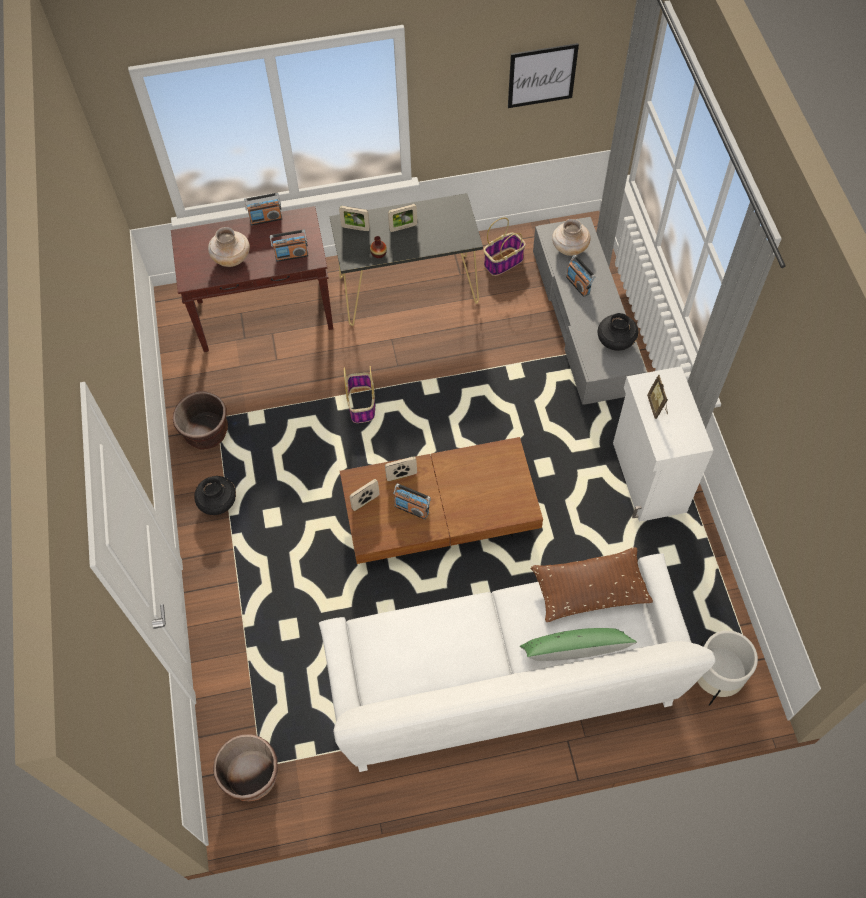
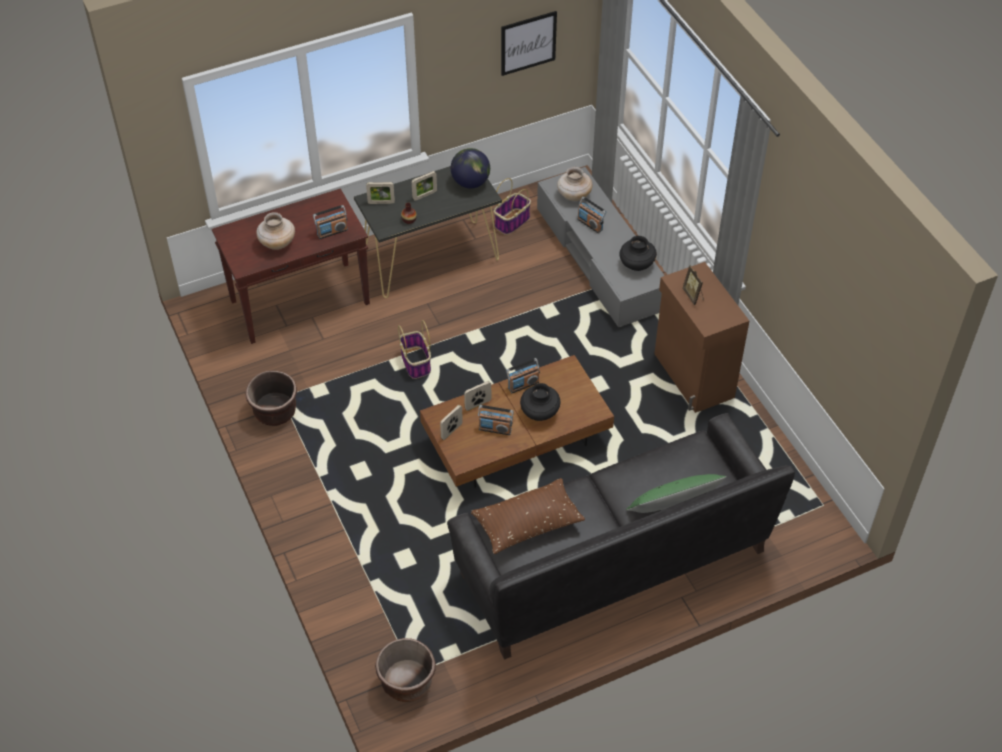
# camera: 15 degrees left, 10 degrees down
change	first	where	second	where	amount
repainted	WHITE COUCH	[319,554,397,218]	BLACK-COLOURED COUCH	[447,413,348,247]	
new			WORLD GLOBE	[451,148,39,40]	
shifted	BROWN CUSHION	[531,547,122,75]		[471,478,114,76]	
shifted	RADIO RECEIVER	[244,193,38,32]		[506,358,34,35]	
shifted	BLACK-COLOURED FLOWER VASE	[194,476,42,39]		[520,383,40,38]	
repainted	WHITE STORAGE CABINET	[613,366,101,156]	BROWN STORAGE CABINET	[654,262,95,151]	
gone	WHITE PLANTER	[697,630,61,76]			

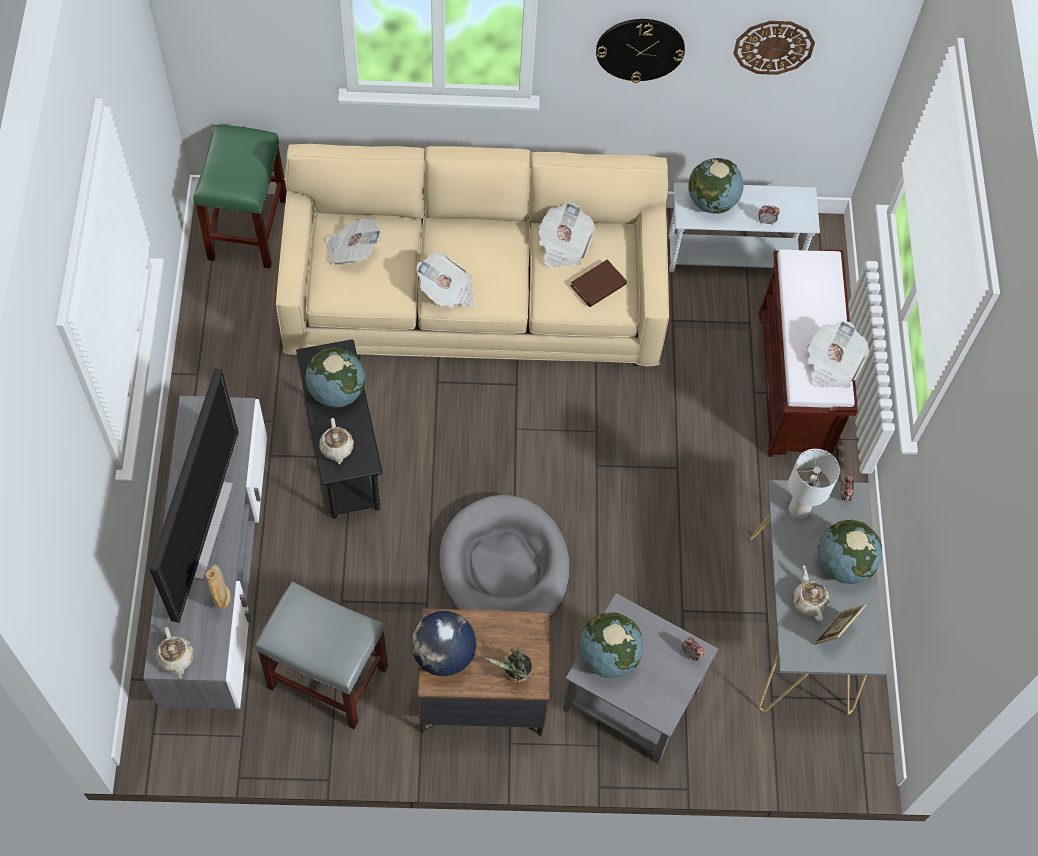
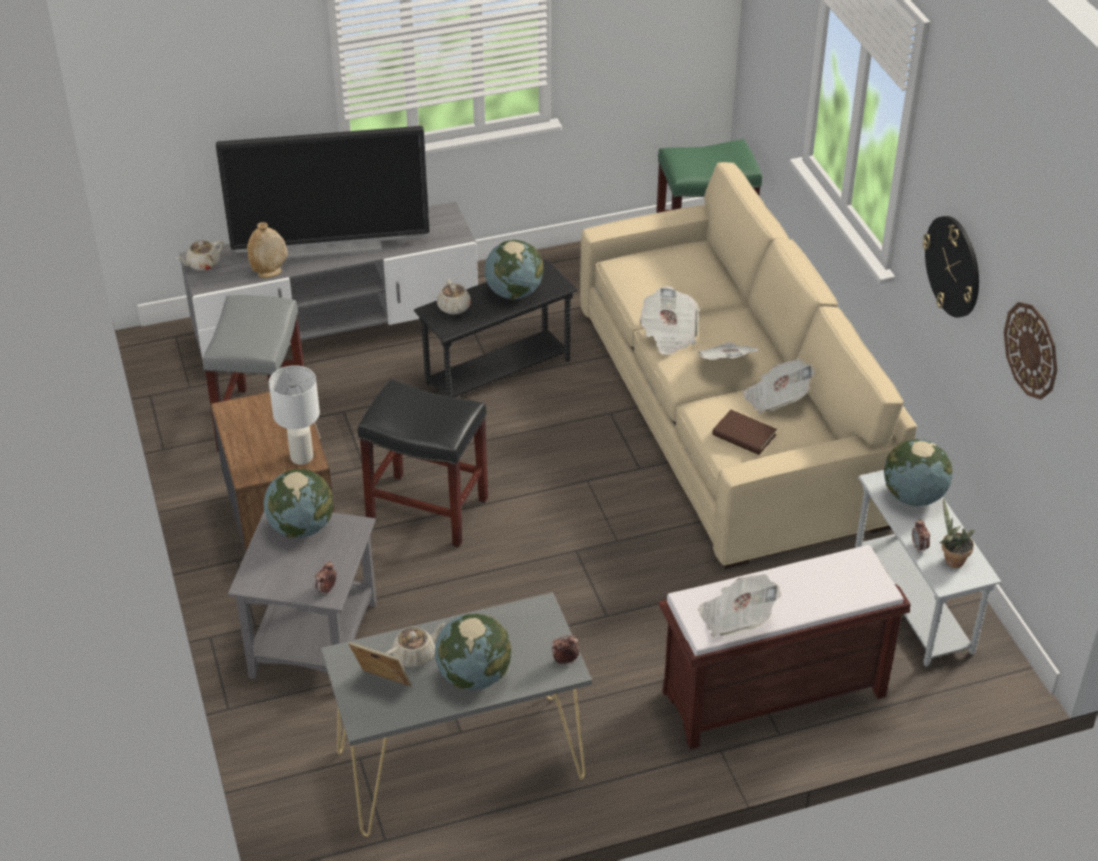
# camera: 75 degrees right, 20 degrees down
change	first	where	second	where	amount
shifted	WHITE LAMP FOR A TABLE	[788,449,52,70]		[269,365,51,100]	
swapped	GRAY PET BED	[440,495,130,122]	BLACK-COLOURED STOOL	[358,379,130,169]	
rotated	SAND-COLOURED POT FOR TEA	[319,418,35,46]		[437,279,34,36]	75 degrees counterclockwise
shifted	DAILY PAPER	[325,219,56,46]		[697,342,61,18]	
shifted	PLANT IN A POT	[485,647,48,36]		[940,498,35,70]	
gone	WORLD GLOBE	[411,611,65,65]			

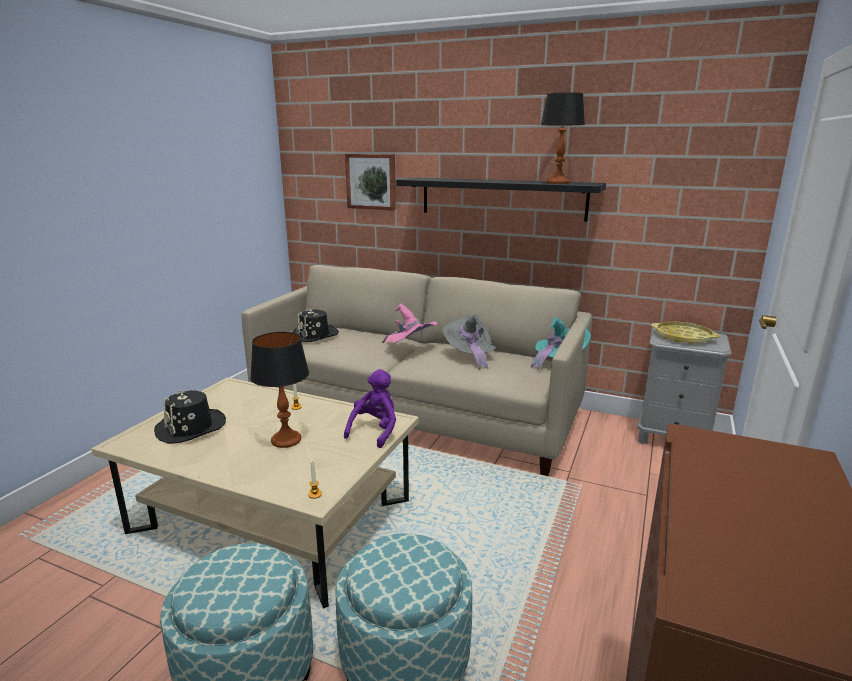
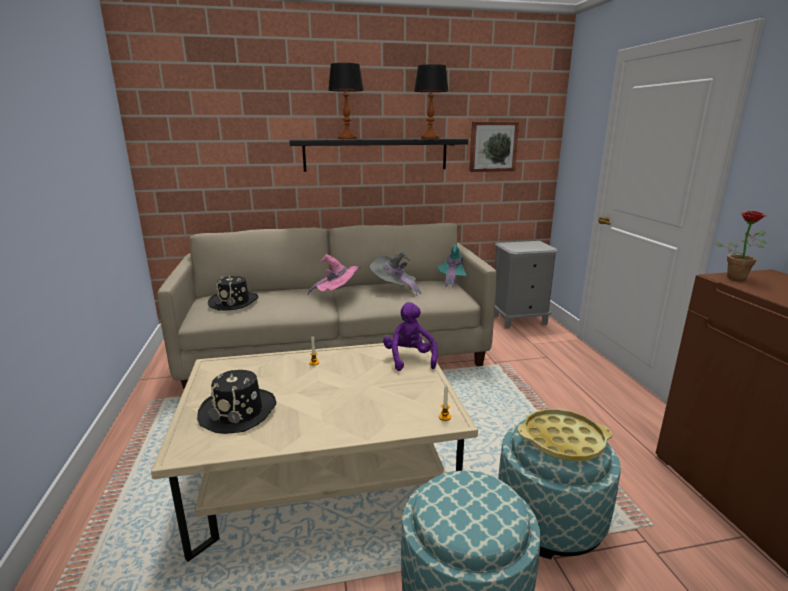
# camera: 35 degrees left, 0 degrees up
change	first	where	second	where	amount
shifted	LAMP FOR A TABLE	[250,332,59,116]		[328,63,36,76]	
shifted	PICTURE	[345,154,51,57]		[469,122,50,50]	
shifted	YELLOW-COLOURED TRAY	[651,322,68,23]		[517,409,95,52]	
new			PLANT IN A POT	[715,211,52,69]	

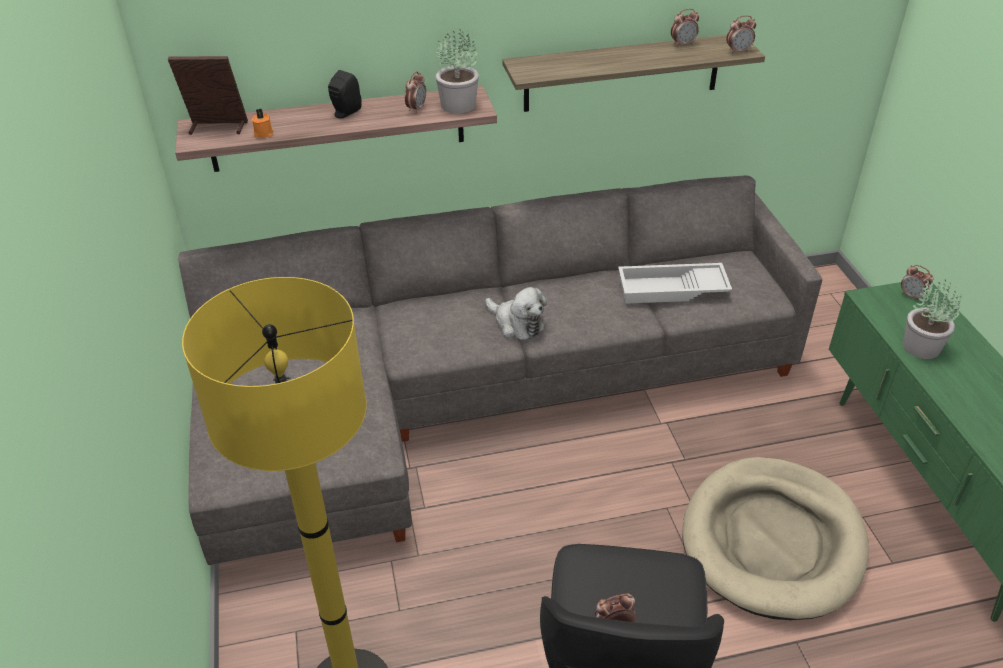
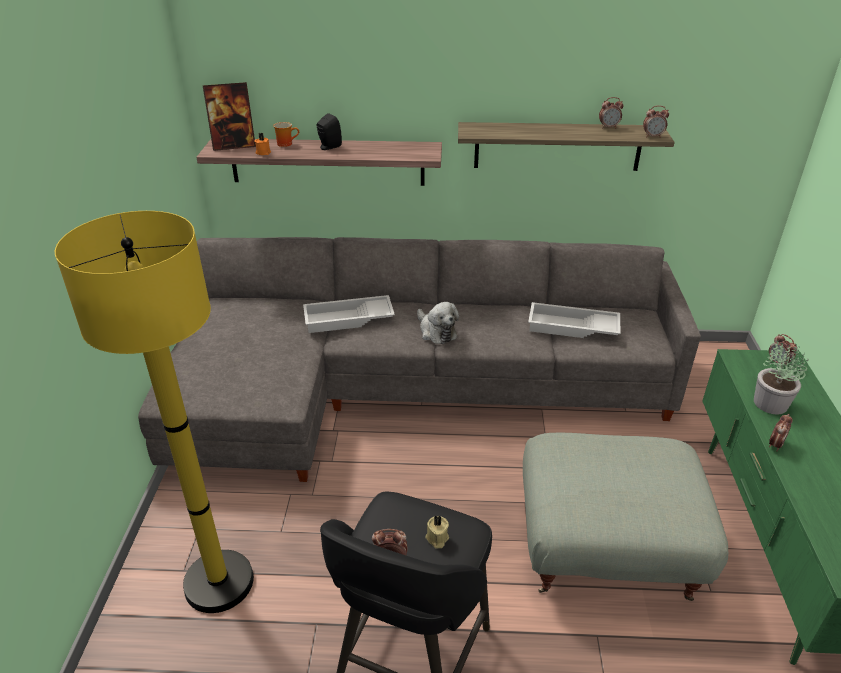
# camera: 15 degrees right, 5 degrees down
change	first	where	second	where	amount
rotated	PICTURE FRAME	[168,56,80,79]		[202,82,54,69]	150 degrees clockwise
new			COFFEE MUG	[273,122,26,25]	
new			WHITE TRAY	[303,295,92,38]	
new			SAND-COLOURED WAX CANDLE	[425,516,24,33]	
swapped	SAND-COLOURED PET BED	[682,457,187,163]	GRAY OTTOMAN	[523,433,205,168]	
shifted	ALARM CLOCK	[405,71,21,42]		[769,414,24,37]	
gone	PLANT IN A POT	[436,28,43,85]			

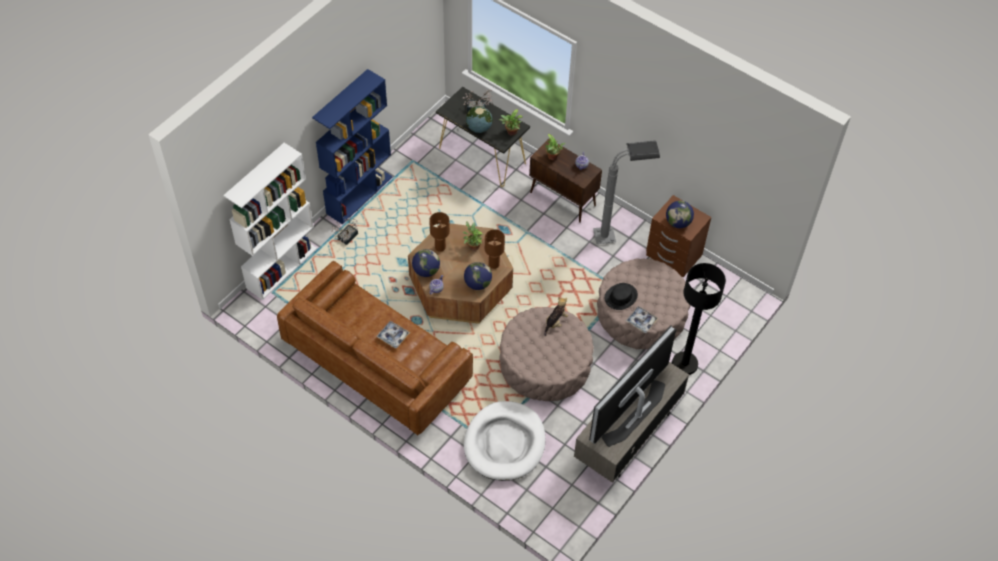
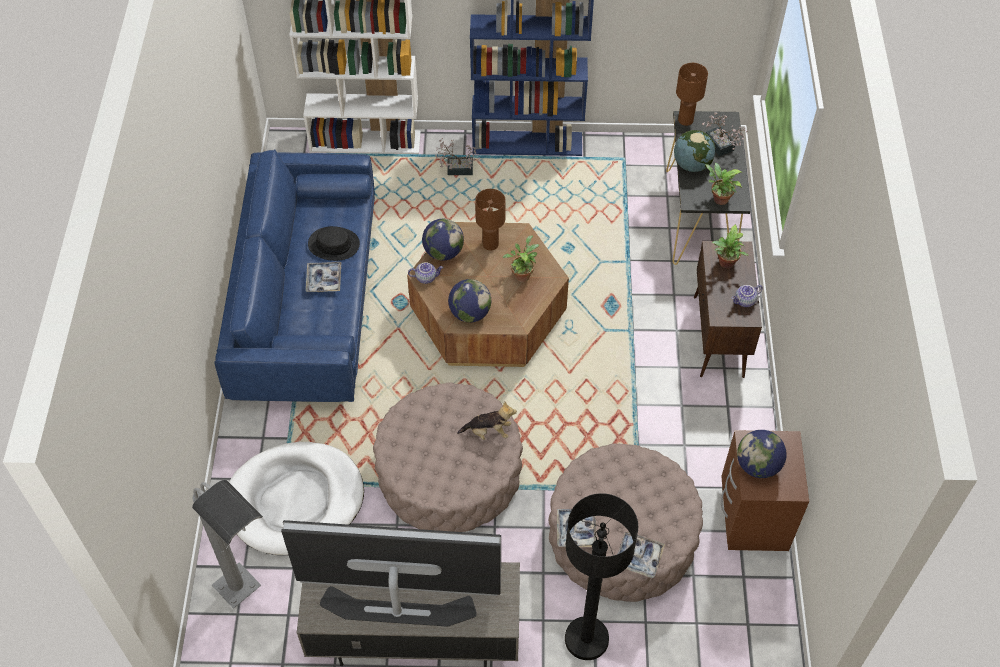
# camera: 55 degrees right, 0 degrees up
change	first	where	second	where	amount
shifted	GRAY STANDARD LAMP	[593,140,67,104]		[192,480,71,129]	
repainted	BROWN COUCH	[277,261,196,174]	BLUE-COLOURED COUCH	[214,149,161,253]	
shifted	BLACK-COLOURED HAT	[604,283,34,27]		[308,226,52,35]	
new			TRAY	[618,531,47,47]	
shifted	BROWN LAMP FOR A TABLE	[485,229,20,40]		[676,63,32,63]	

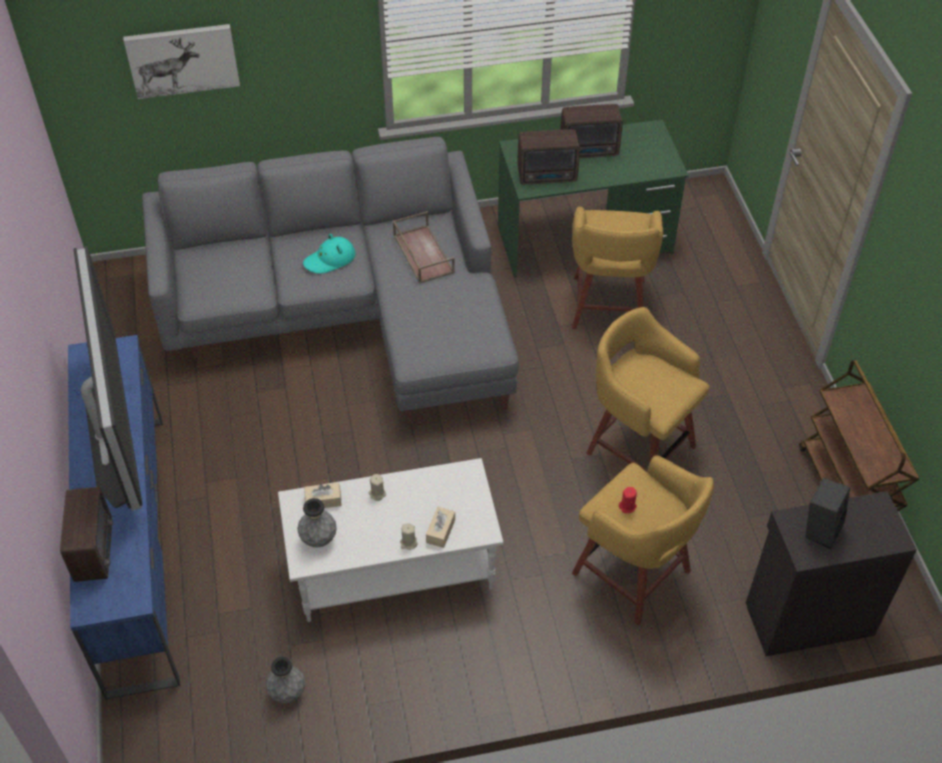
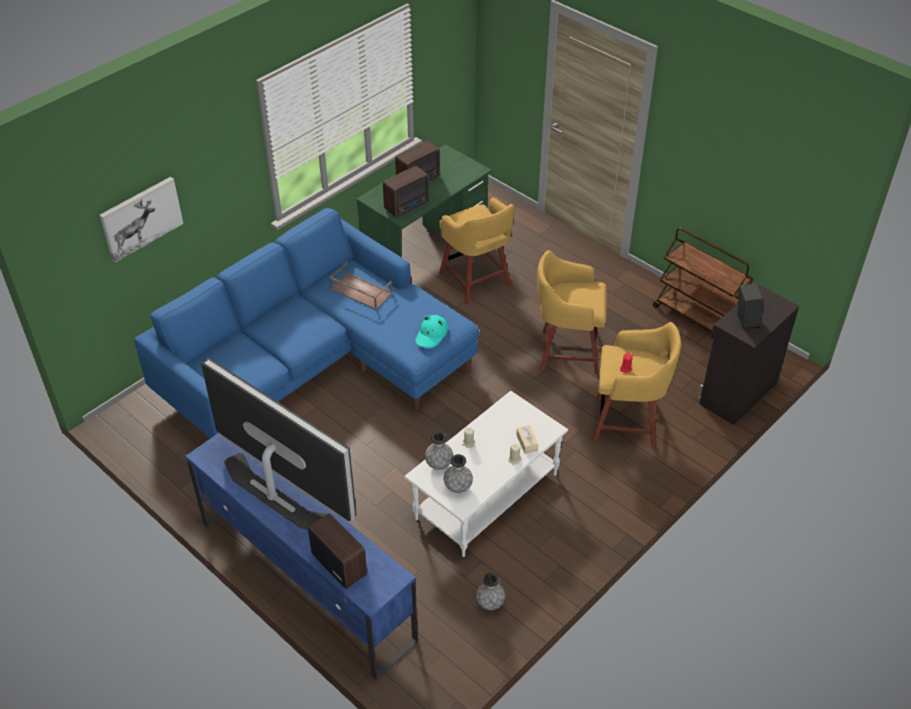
# camera: 35 degrees left, 5 degrees down
change	first	where	second	where	amount
repainted	GRAY COUCH	[142,137,377,288]	BLUE-COLOURED COUCH	[134,208,345,230]	
shifted	TURQUOISE-COLOURED HAT	[303,234,52,40]		[415,315,33,33]	
swapped	SAND-COLOURED TISSUE HOLDER	[304,483,38,25]	GRAY FLOWER VASE	[425,431,28,39]	

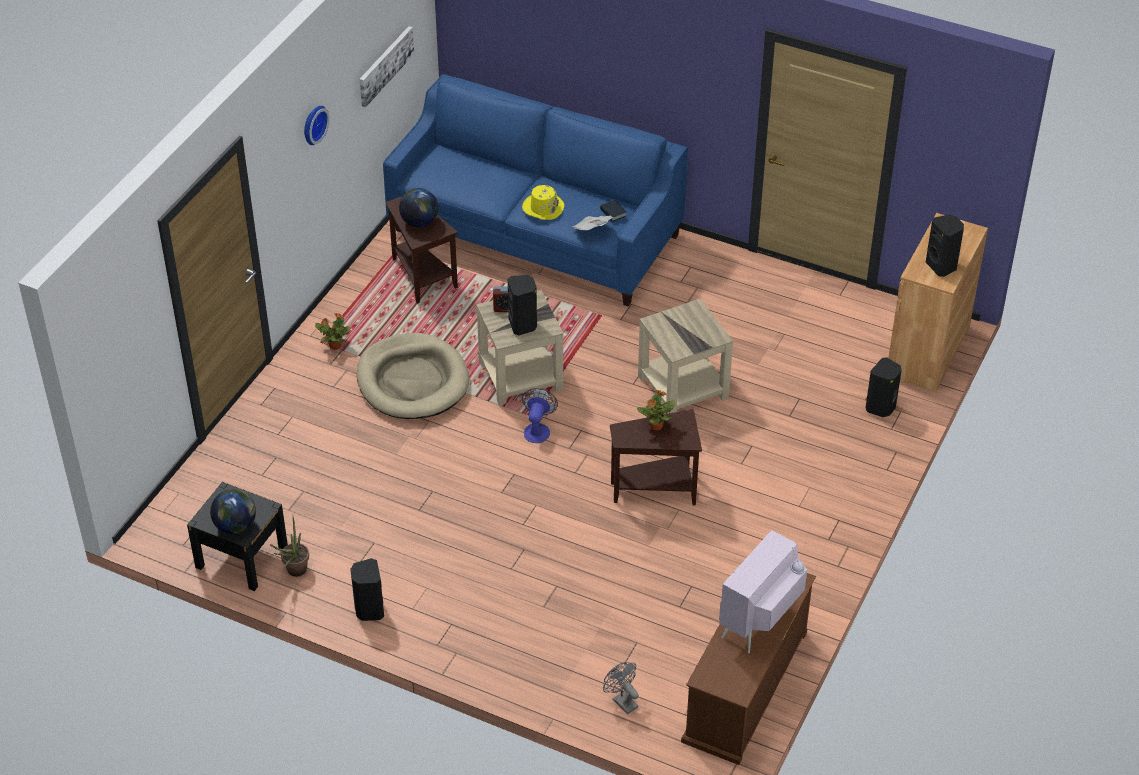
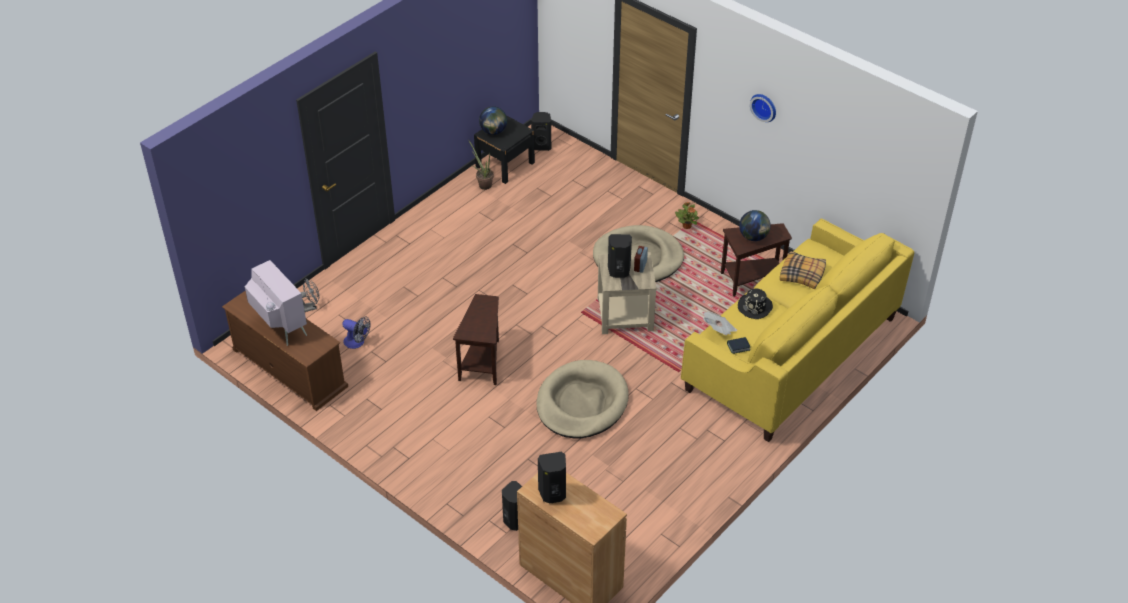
# camera: 105 degrees right, 0 degrees up
change	first	where	second	where	amount
shifted	FAN	[522,388,36,55]		[342,317,29,32]	
shifted	BLACK-COLOURED AUDIO SPEAKER	[350,558,34,63]		[531,112,20,39]	
swapped	SAND-COLOURED ACCENT TABLE	[638,299,95,115]	SAND-COLOURED PET BED	[536,360,93,79]	
repainted	BLUE-COLOURED COUCH	[383,74,305,232]	YELLOW-COLOURED COUCH	[681,219,233,223]	
repainted	YELLOW-COLOURED HAT	[522,185,42,35]	BLACK-COLOURED HAT	[738,288,35,31]	
new			CUSHION	[780,251,46,38]	
gone	PICTURE	[359,26,55,81]			
gone	PLANT IN A POT	[637,390,39,40]			

